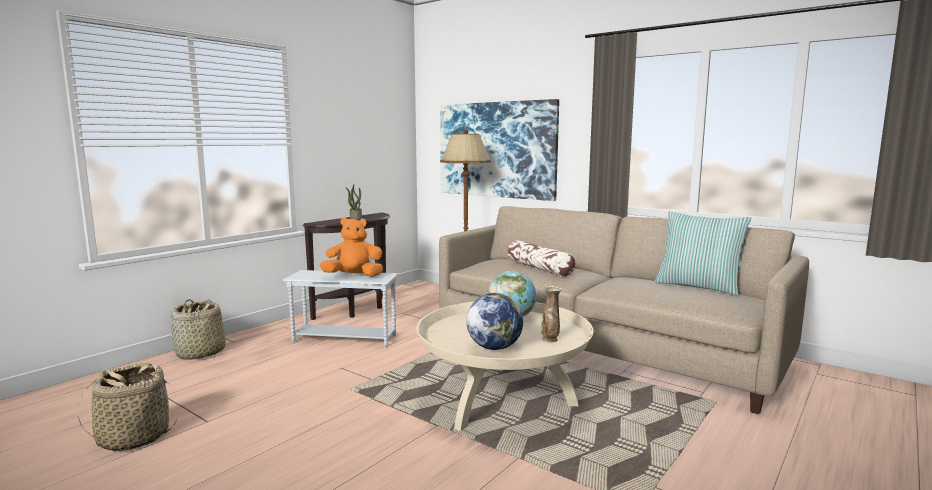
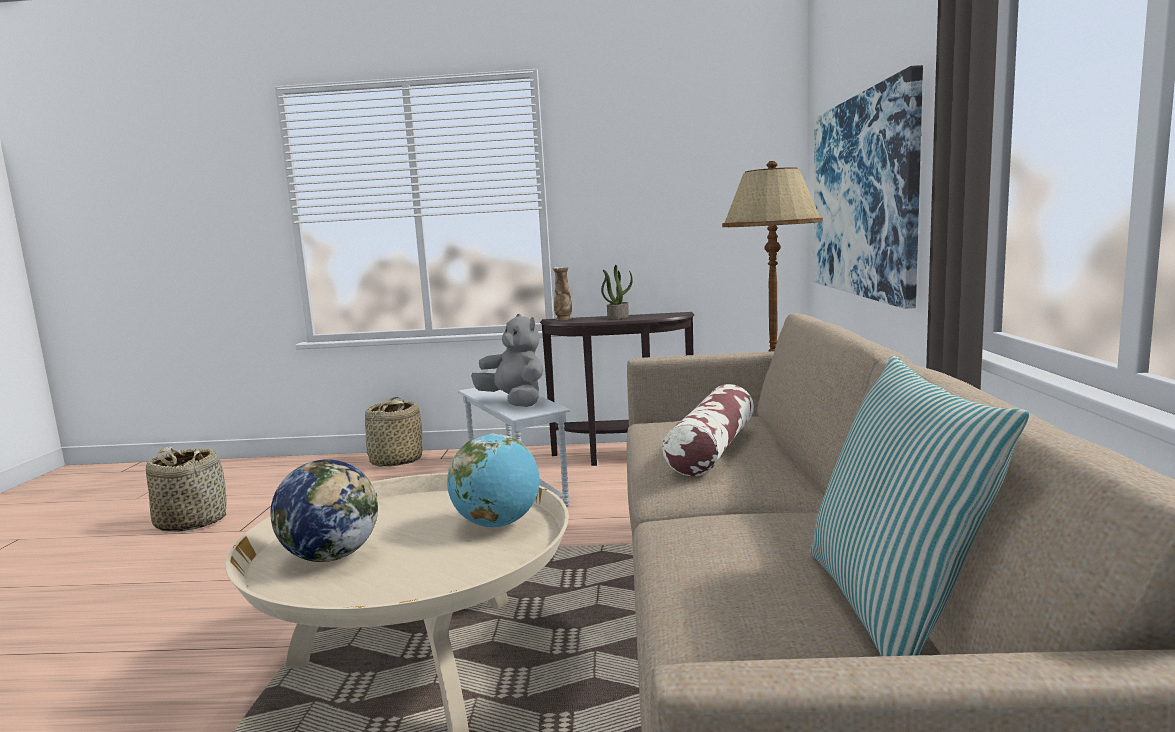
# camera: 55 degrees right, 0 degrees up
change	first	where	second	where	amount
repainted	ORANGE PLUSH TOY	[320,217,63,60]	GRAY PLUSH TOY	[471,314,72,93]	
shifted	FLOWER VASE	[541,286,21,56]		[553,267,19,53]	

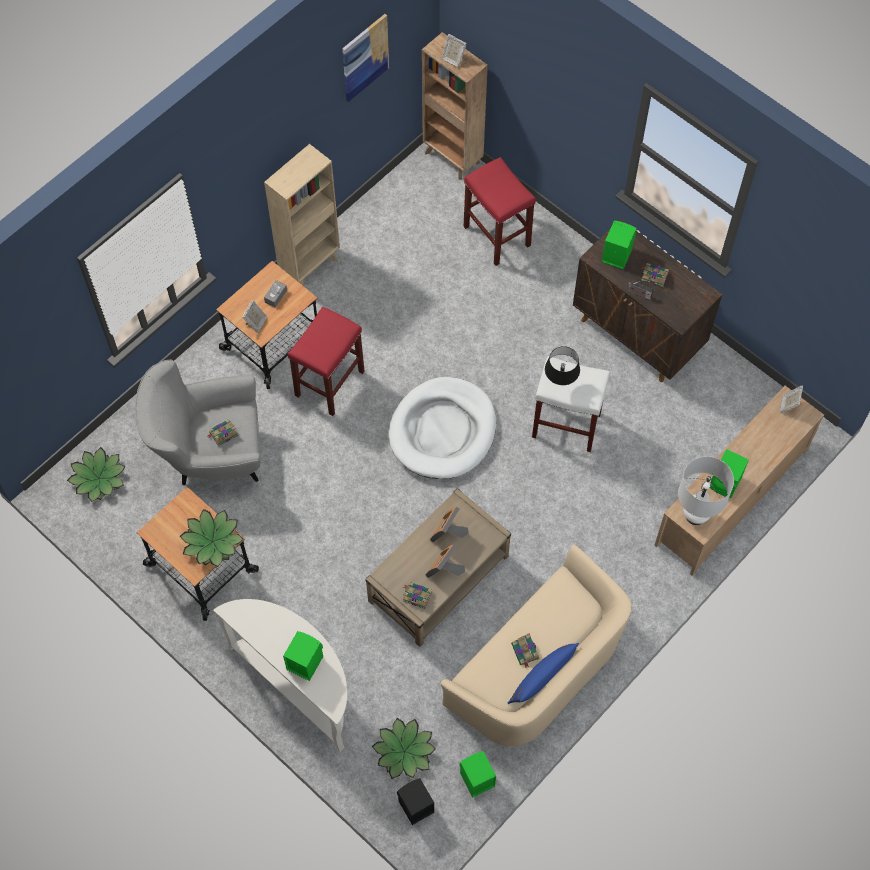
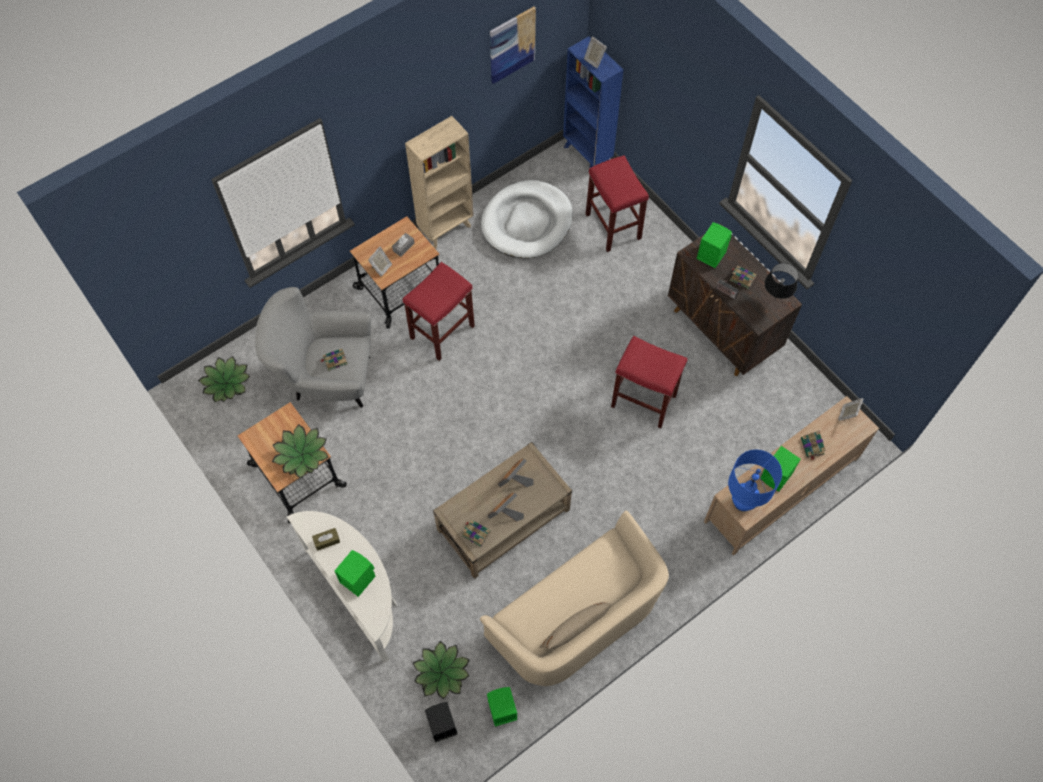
# camera: 10 degrees right, 0 degrees up
change	first	where	second	where	amount
new			BROWN TISSUE HOLDER	[312,528,28,23]	
shifted	WHITE PET BED	[389,377,107,102]		[481,180,92,78]	
repainted	BLUE-COLOURED CUSHION	[507,643,72,61]	SAND-COLOURED CUSHION	[539,602,74,47]	
repainted	BROWN BOOKSHELF	[422,32,66,148]	BLUE-COLOURED BOOKSHELF	[563,36,60,132]	
repainted	WHITE STOOL	[532,356,78,96]	REDDISH STOOL	[611,336,76,92]	
repainted	WHITE LAMP FOR A TABLE	[678,456,56,69]	BLUE-COLOURED LAMP FOR A TABLE	[728,450,54,61]	
shifted	BLACK-COLOURED LAMP FOR A TABLE	[545,346,35,39]		[765,263,33,36]	
shifted	BOUND BOOK	[511,633,29,34]		[801,431,25,29]	

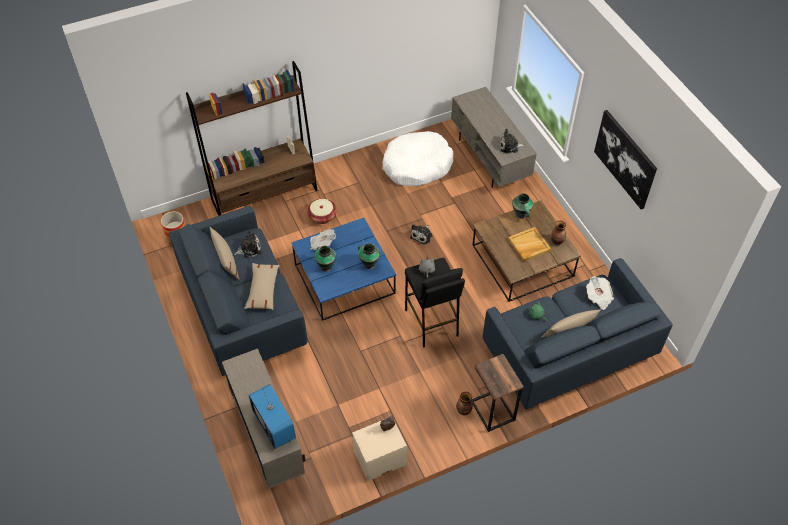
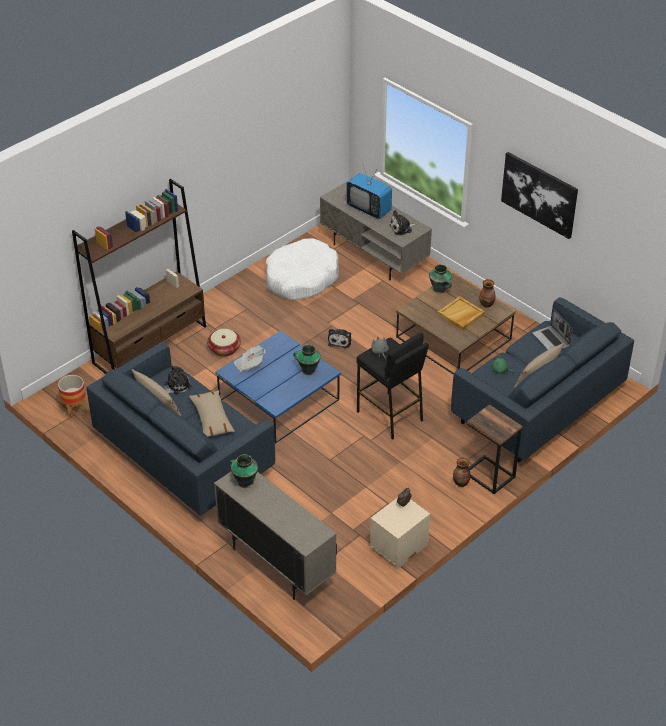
# camera: 20 degrees left, 10 degrees down
change	first	where	second	where	amount
shifted	FLOWER VASE	[314,246,22,26]		[229,454,29,34]	
shifted	TV	[249,385,47,64]		[346,162,46,57]	
swapped	DAILY PAPER	[586,276,28,34]	LAPTOP	[532,309,41,41]	

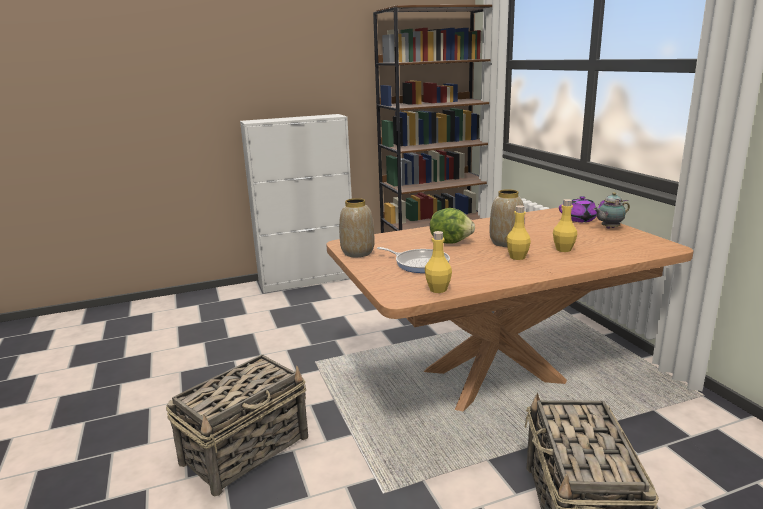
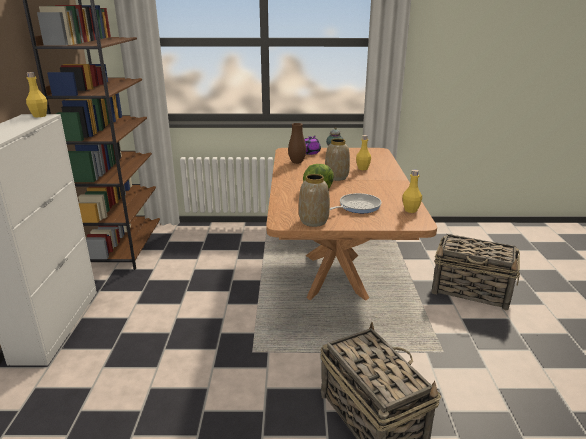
# camera: 70 degrees left, 5 degrees up
change	first	where	second	where	amount
shifted	YELLOW-COLOURED BEVERAGE BOTTLE	[506,205,25,55]		[26,72,21,45]	
new			BROWN FLOWER VASE	[288,123,18,41]	

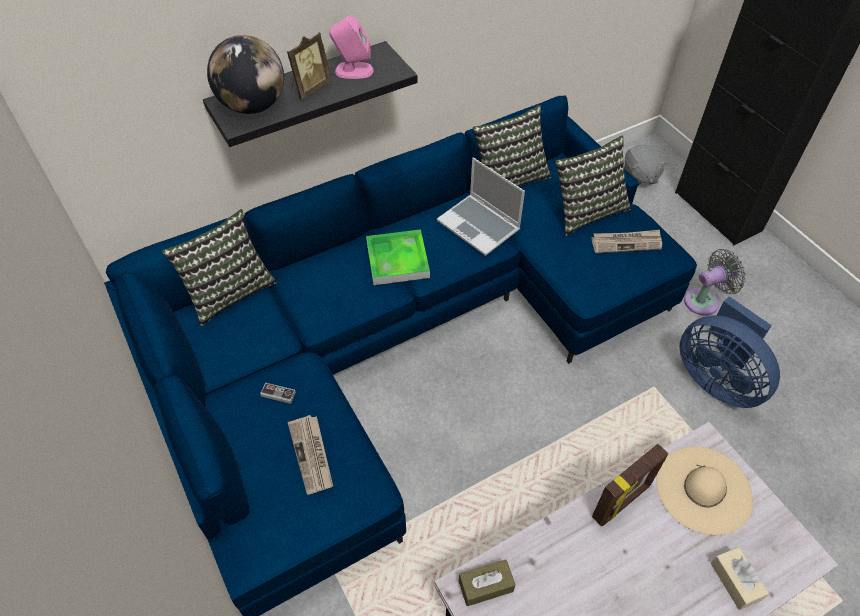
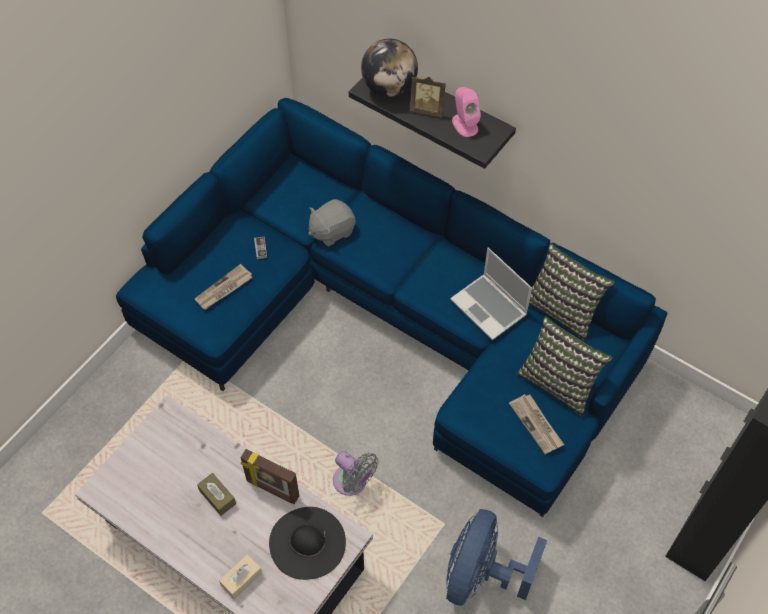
# camera: 65 degrees right, 5 degrees up
change	first	where	second	where	amount
shifted	BROWN TISSUE HOLDER	[459,560,56,46]		[197,473,39,43]	
repainted	SAND-COLOURED HAT	[656,446,97,89]	BLACK-COLOURED HAT	[269,507,77,73]	
shifted	GRAY PLUSH TOY	[624,145,44,40]		[308,199,48,48]	
shifted	GRAY FAN	[684,249,62,67]		[333,451,45,45]	
rotated	LAPTOP	[437,157,88,99]		[450,248,82,92]	60 degrees counterclockwise
gone	CUSHION	[162,209,115,117]			
gone	TRAY	[366,229,64,56]			

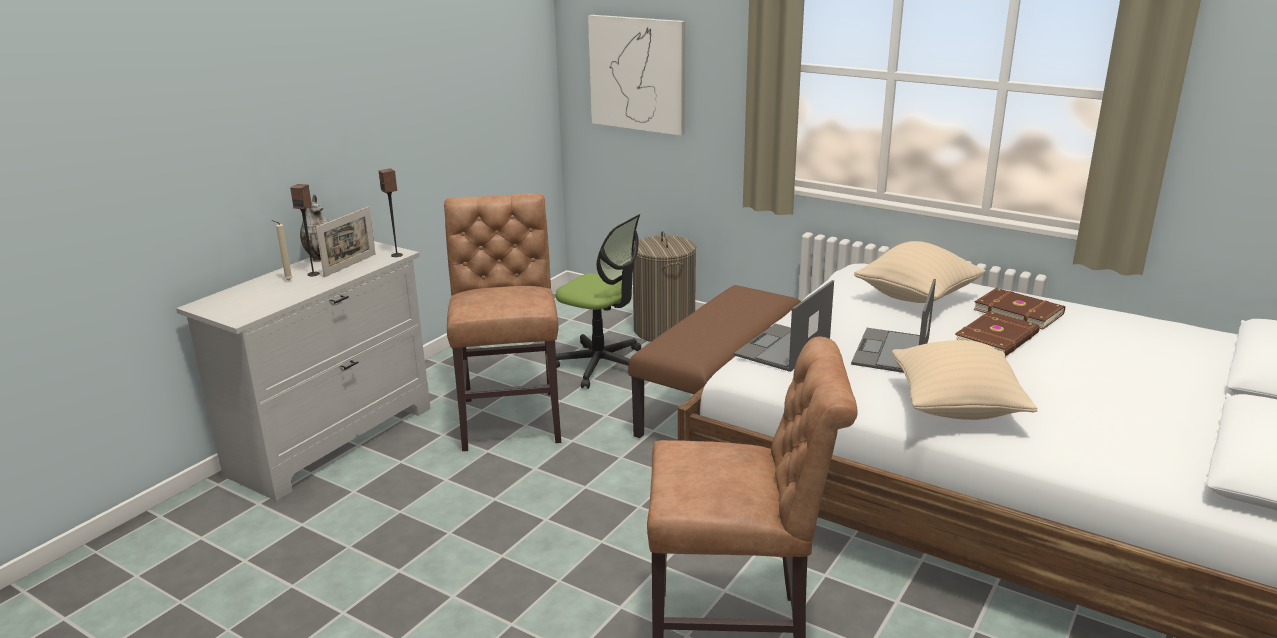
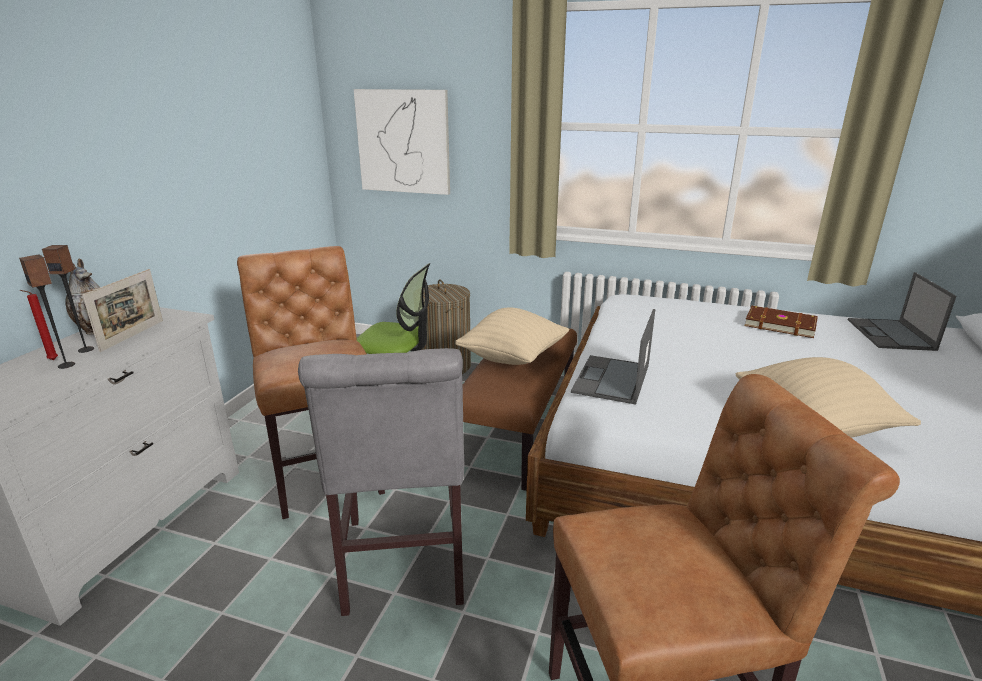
# camera: 15 degrees left, 0 degrees up
change	first	where	second	where	amount
shifted	AUDIO SPEAKER	[379,168,24,89]		[19,255,56,114]	
repainted	SAND-COLOURED WAX CANDLE	[272,220,21,60]	REDDISH WAX CANDLE	[20,290,38,70]	
new			GRAY CHAIR	[298,348,166,268]	
shifted	SAND-COLOURED CUSHION	[854,241,132,62]		[455,307,114,58]	
shifted	LAPTOP	[851,279,85,94]		[848,272,108,79]	
gone	BROWN BOUND BOOK	[955,311,85,45]			

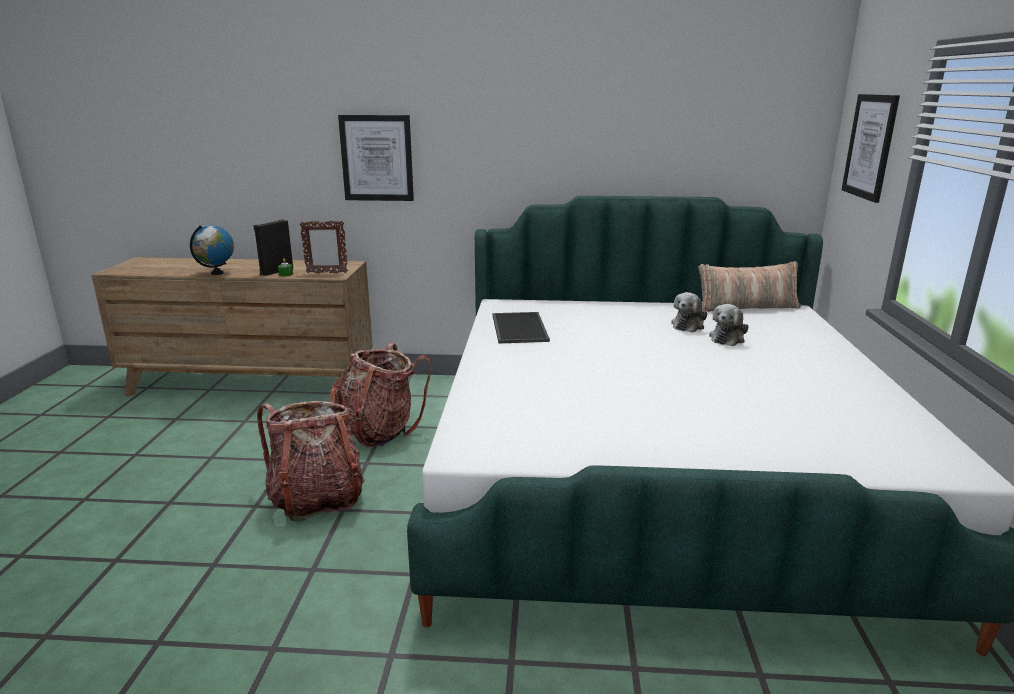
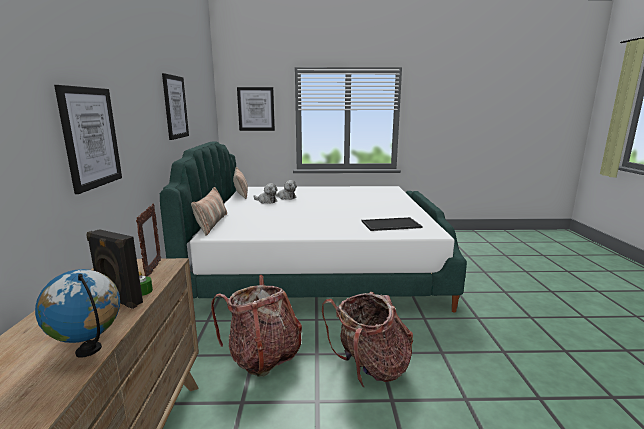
# camera: 95 degrees left, 5 degrees down
change	first	where	second	where	amount
new			PICTURE	[162,73,27,67]	
new			CUSHION	[191,187,36,49]	
shifted	TRAY	[493,312,57,32]		[362,217,61,14]	

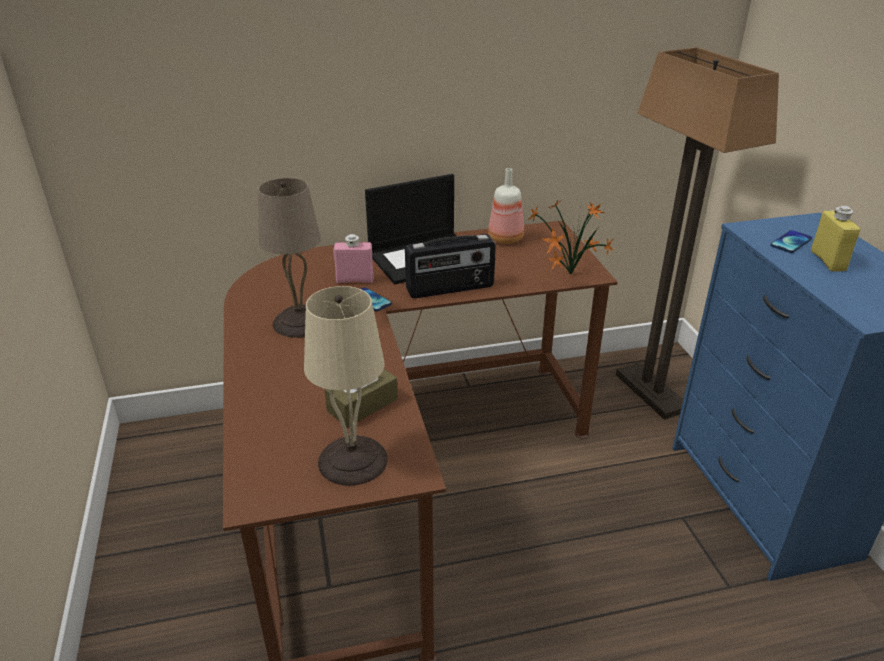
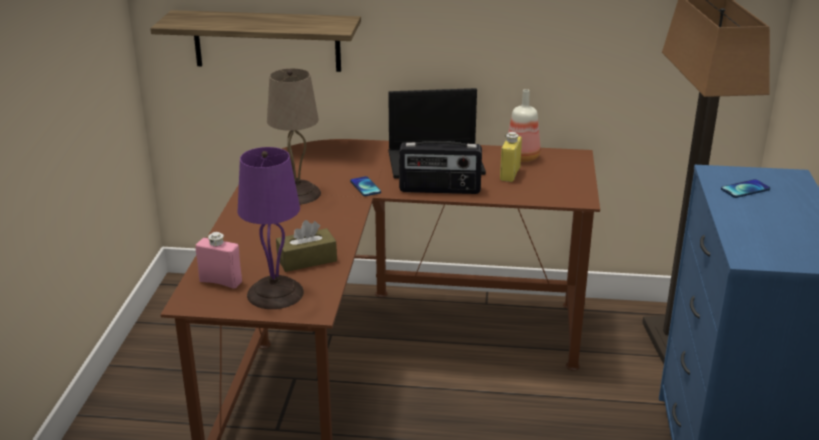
# camera: 20 degrees right, 5 degrees down
change	first	where	second	where	amount
new			SHELF	[150,10,211,62]	
shifted	PINKISH BEVERAGE BOTTLE	[333,234,41,49]		[195,232,47,57]	
repainted	SAND-COLOURED LAMP FOR A TABLE	[304,286,84,200]	PURPLE LAMP FOR A TABLE	[237,147,67,162]	
shifted	YELLOW-COLOURED BEVERAGE BOTTLE	[811,206,49,66]		[500,132,22,50]	
gone	PLANT IN A POT	[528,200,85,75]			

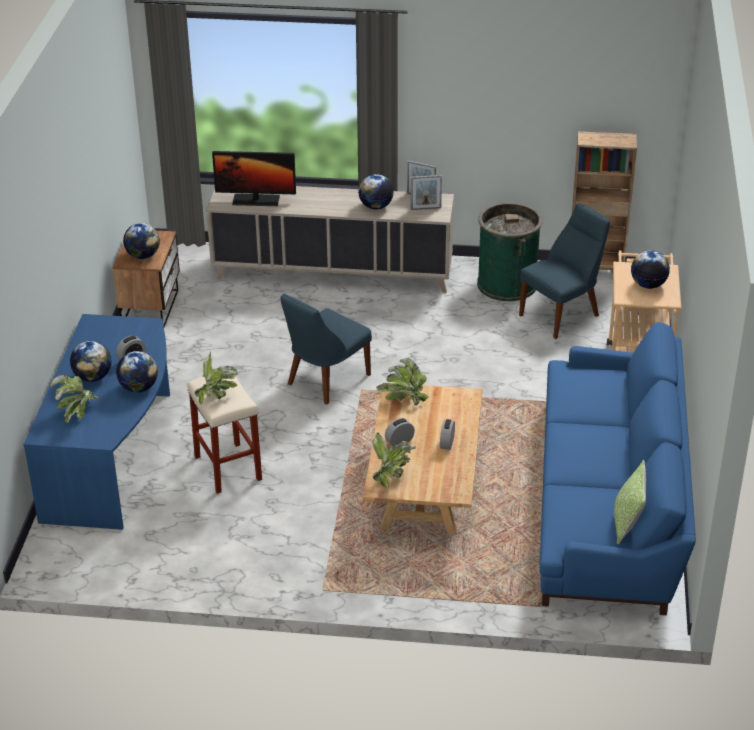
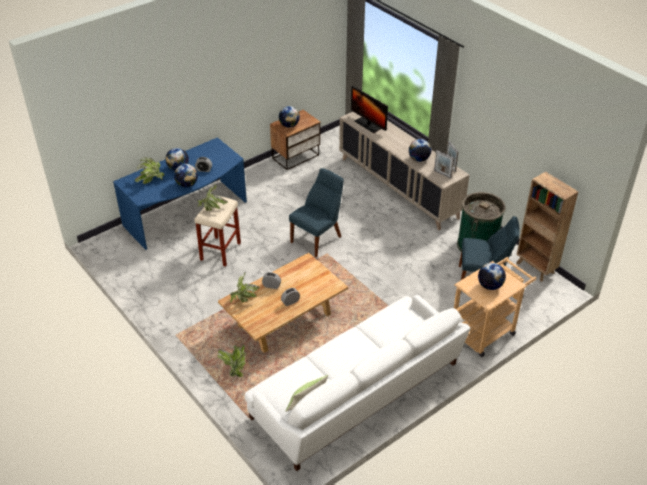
# camera: 45 degrees right, 5 degrees up
change	first	where	second	where	amount
shifted	PLANT IN A POT	[376,358,53,47]		[217,344,29,33]	
repainted	BLUE-COLOURED COUCH	[539,322,157,293]	WHITE COUCH	[245,295,226,176]	
rotated	BLUE-COLOURED CHAIR	[281,294,91,111]		[289,168,55,89]	135 degrees clockwise

